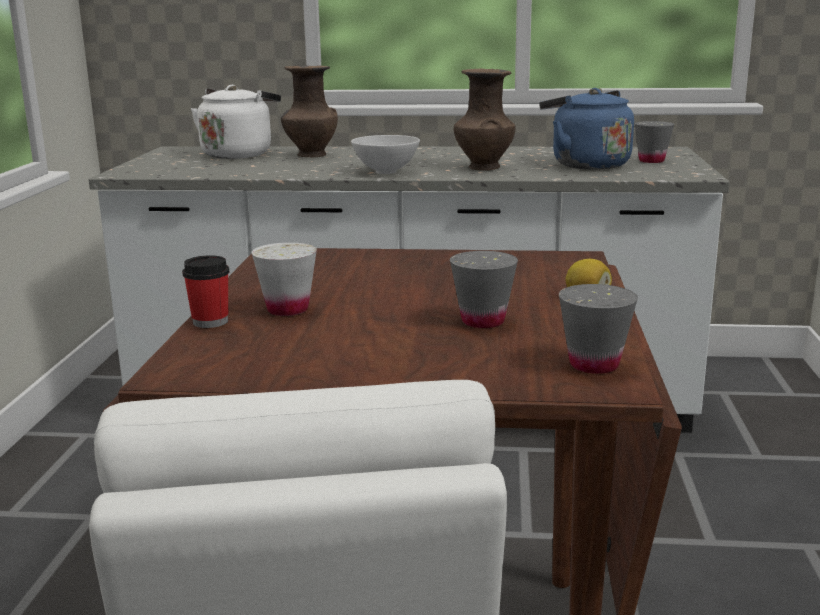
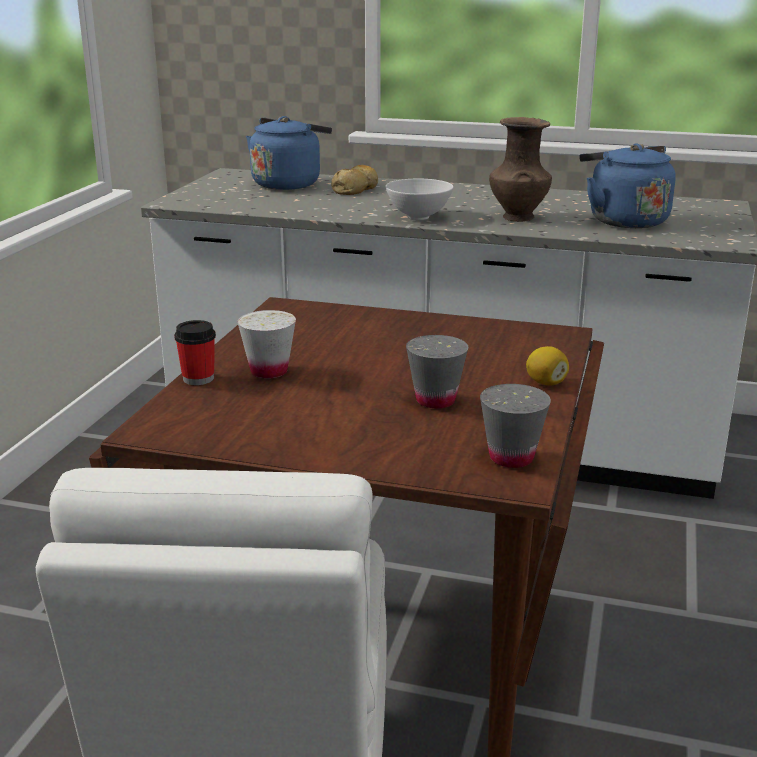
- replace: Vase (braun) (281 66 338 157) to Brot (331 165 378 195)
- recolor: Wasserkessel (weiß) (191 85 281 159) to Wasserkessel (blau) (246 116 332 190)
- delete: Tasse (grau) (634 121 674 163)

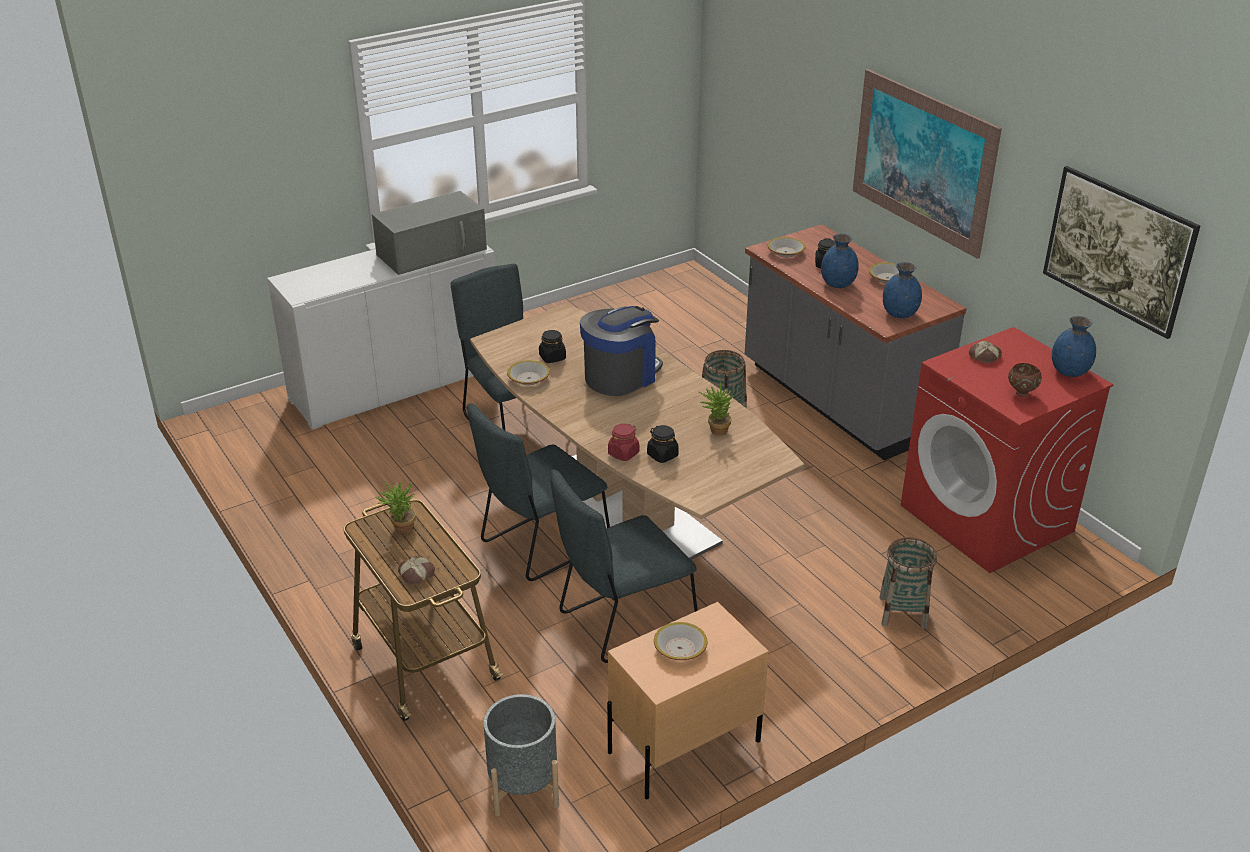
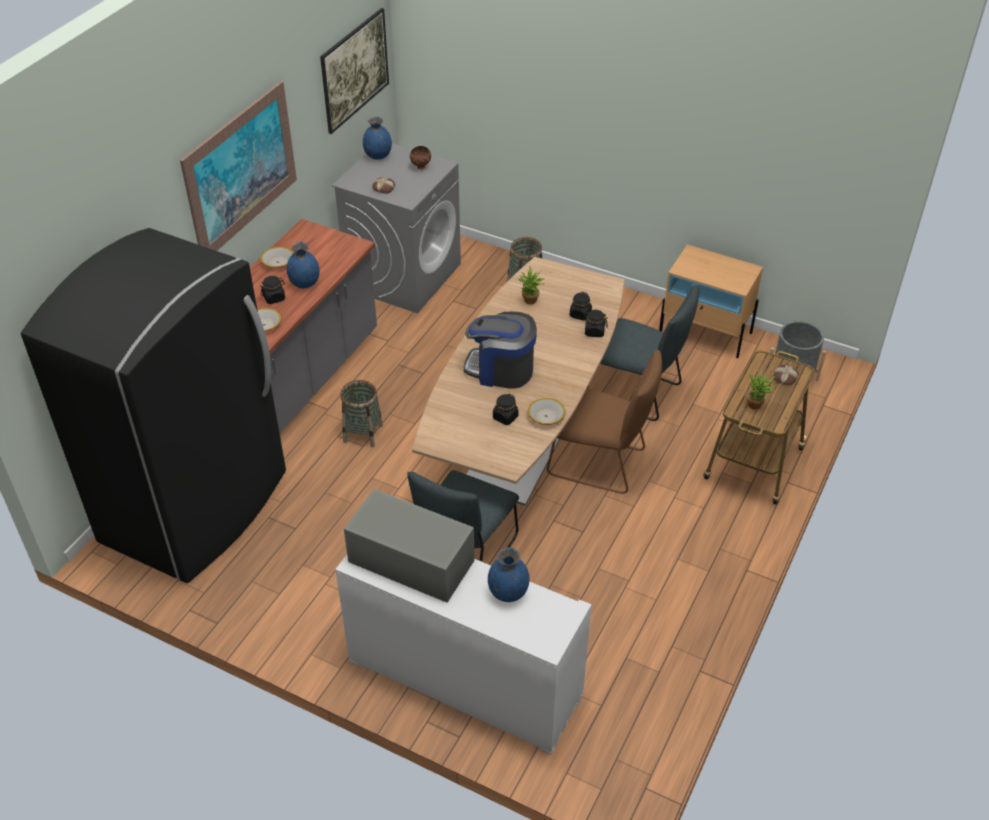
- move: Vase (blau) (883 262 922 318) to (488 548 529 602)
- recolor: Waschmaschine (rot) (901 327 1113 573) to Waschmaschine (grau) (332 143 461 313)
- recolor: Stuhl (grau) (467 403 610 581) to Stuhl (braun) (546 350 662 494)
- recolor: Vorratsglas (rot) (608 424 639 461) to Vorratsglas (schwarz) (583 310 608 337)
- delete: Schüssel (654 622 707 660)
- insert: Kühlschrank (schwarz) (21 228 286 583)

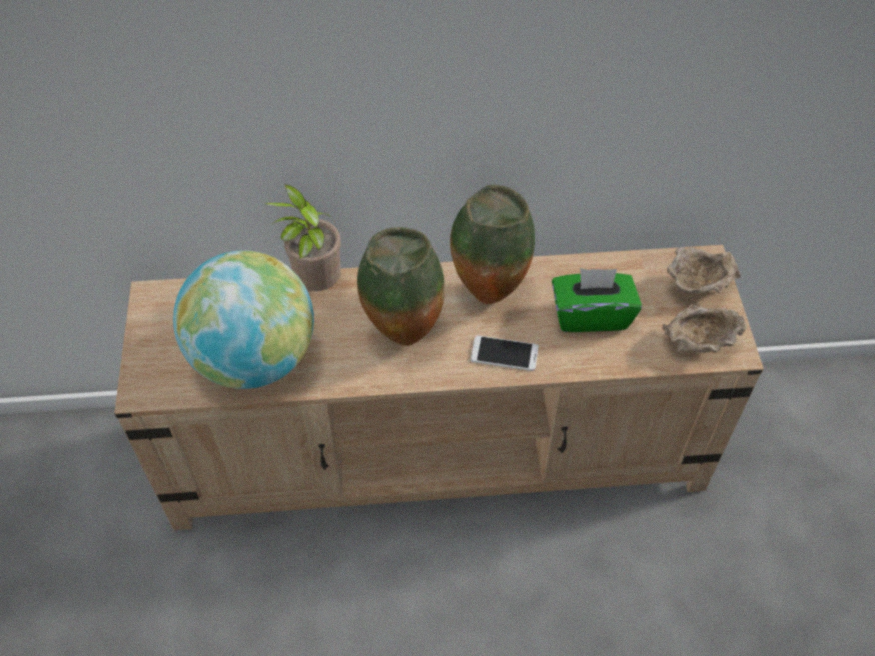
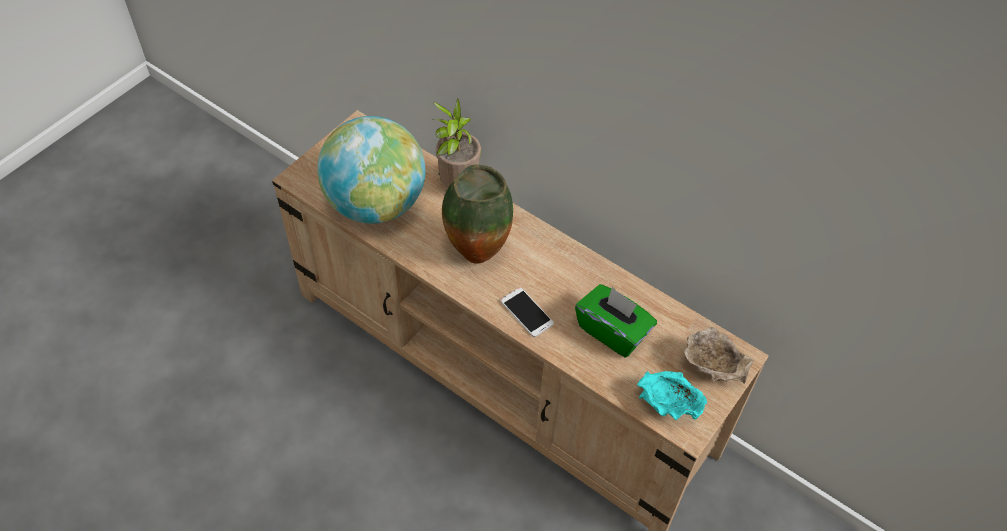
- delete: Vase (450 185 535 304)
- recolor: Schüssel (beige) (662 304 747 353) to Schüssel (türkis) (637 371 707 420)

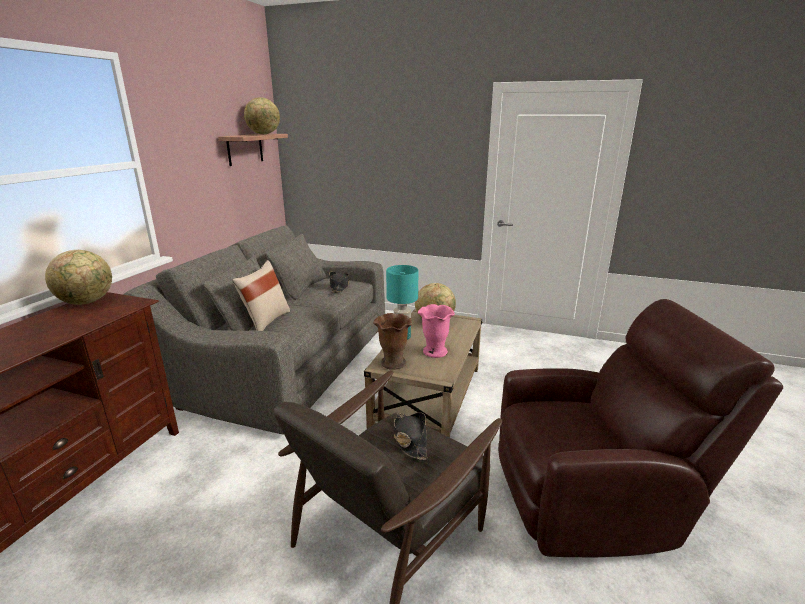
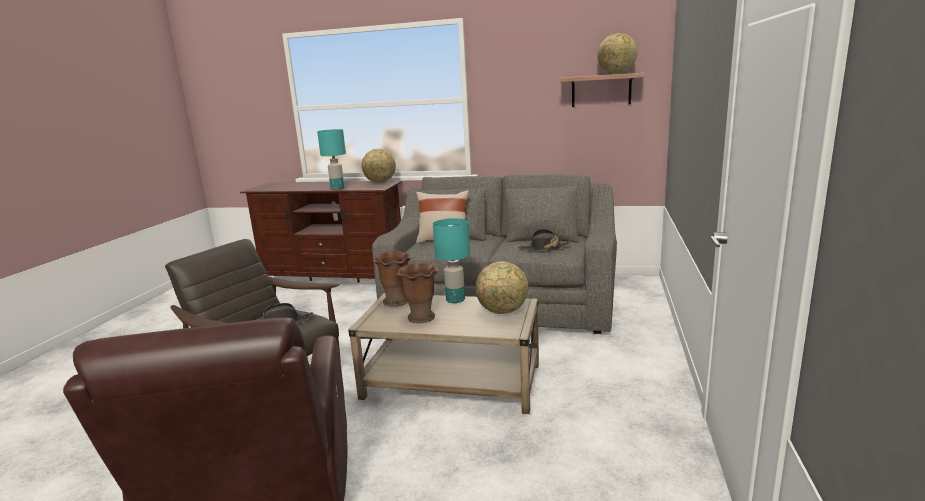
- recolor: Vase (rosa) (418 304 455 358) to Vase (braun) (397 263 439 323)
- insert: Tischlampe (türkis) (317 129 346 190)

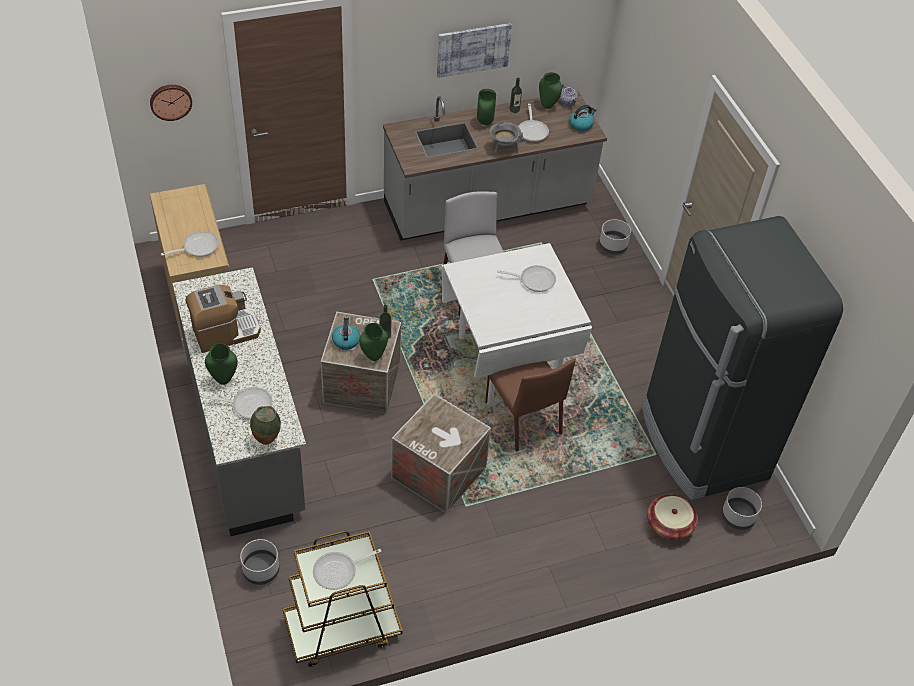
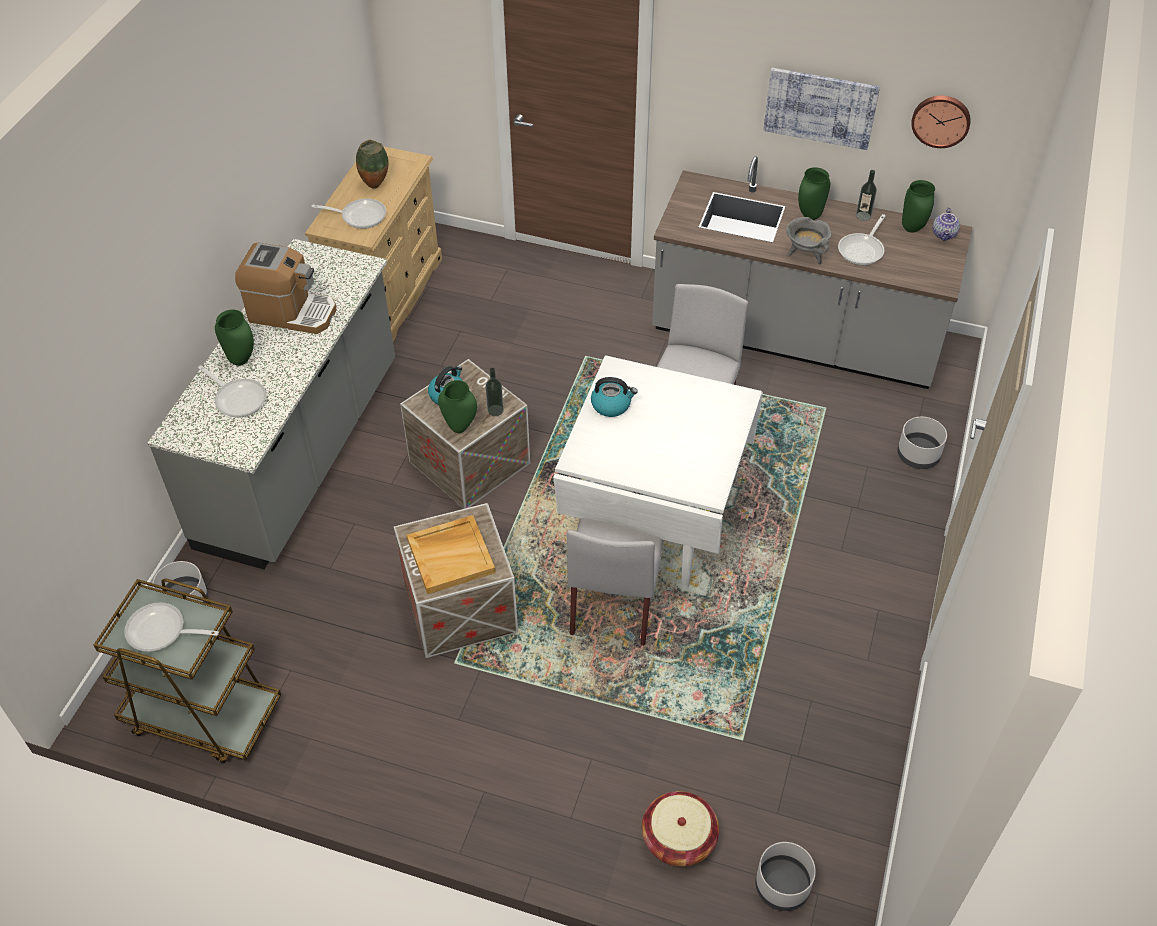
- move: Wanduhr (150 85 192 121) to (911 96 971 148)
- move: Wasserkessel (569 105 596 131) to (591 377 638 417)
- delete: Kühlschrank (schwarz) (642 216 843 500)
- delete: Pfanne (497 265 556 292)
- recolor: Stuhl (braun) (485 359 576 451) to Stuhl (grau) (567 518 664 646)
- move: Vase (250 406 281 445) to (356 140 389 189)
- insert: Tablett (beige) (407 515 496 594)

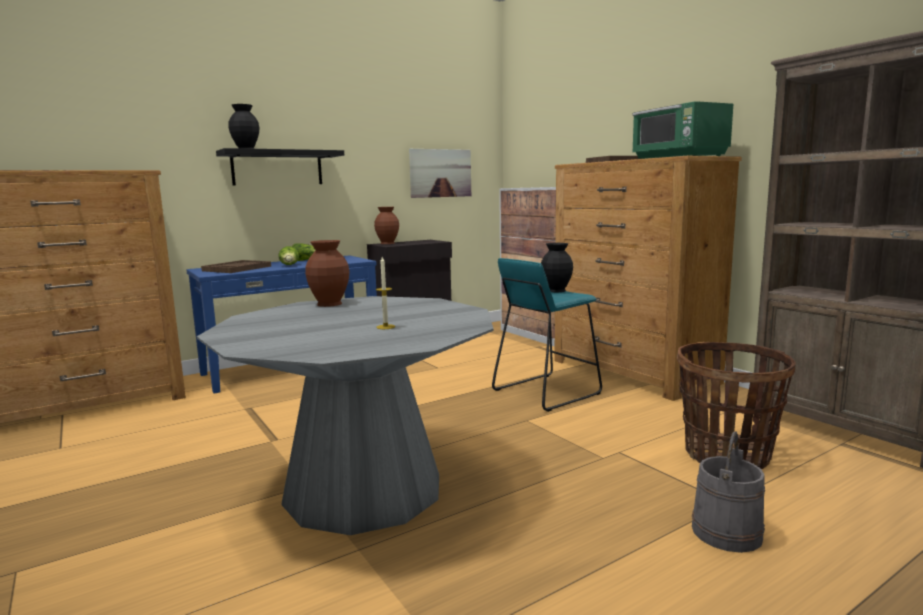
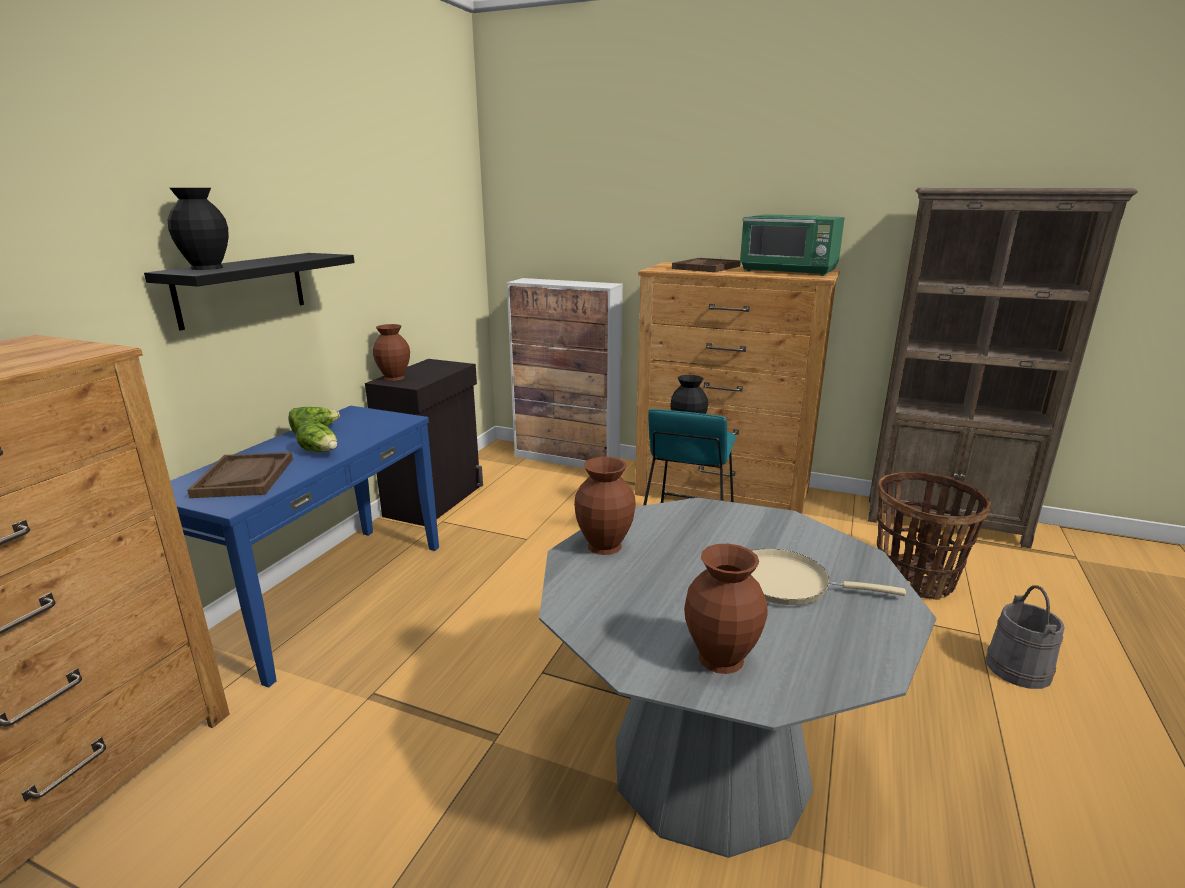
- delete: Bild (409 149 471 198)
- replace: Kerze (376 257 395 329) to Pfanne (beige) (751 549 906 605)
- insert: Vase (braun) (684 544 768 674)

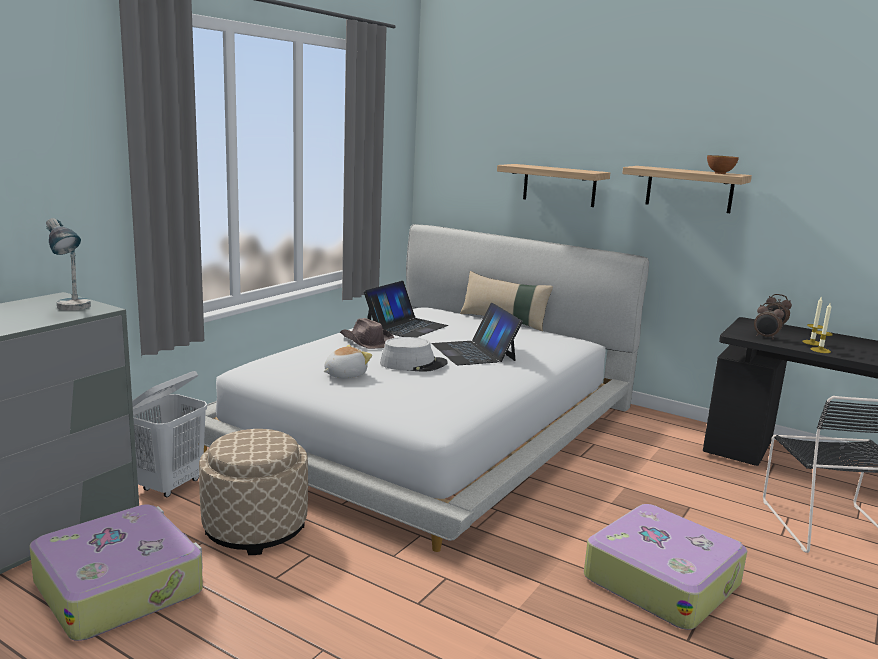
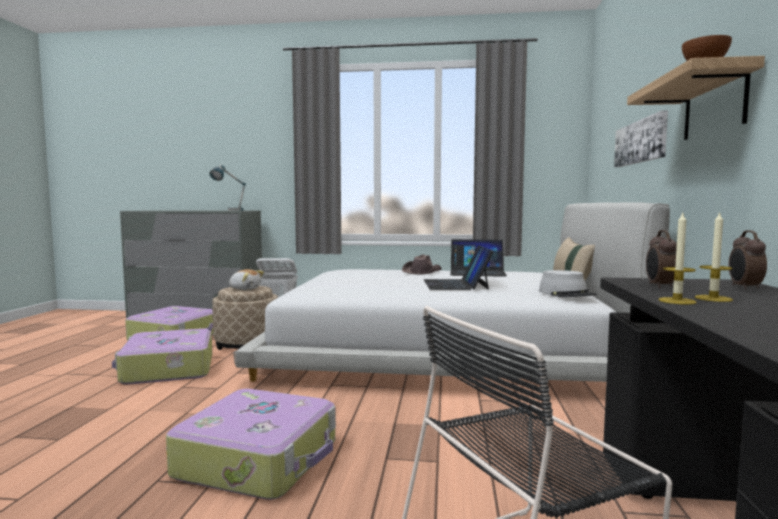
- replace: Wandregal (497 164 610 207) to Bild (614 110 668 167)
- rotate: Laptop (431 303 523 365) = (424 245 494 290) 45 degrees counterclockwise
- move: Hut (grau) (380 337 448 372) to (539 270 597 298)
- move: Plüschtier (323 345 372 378) to (229 269 264 290)
- insert: Koffer (112 328 212 385)

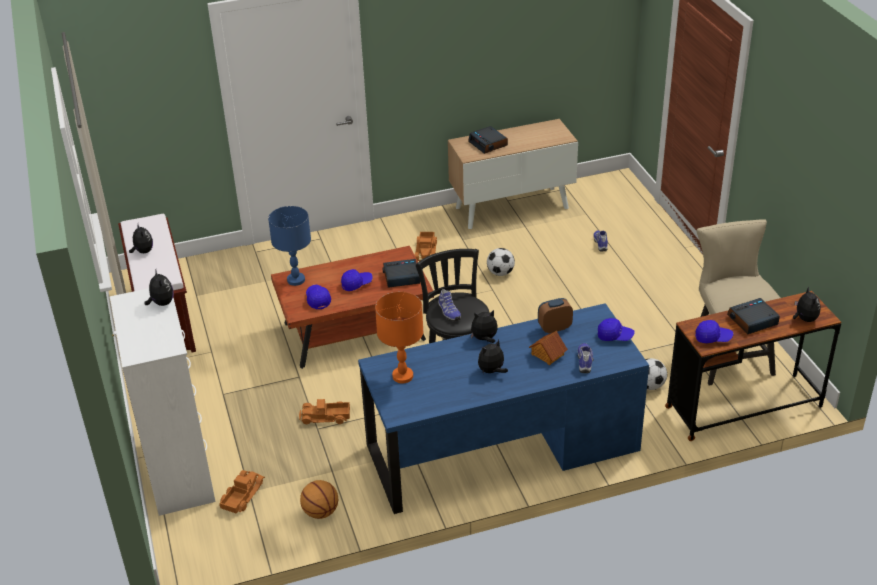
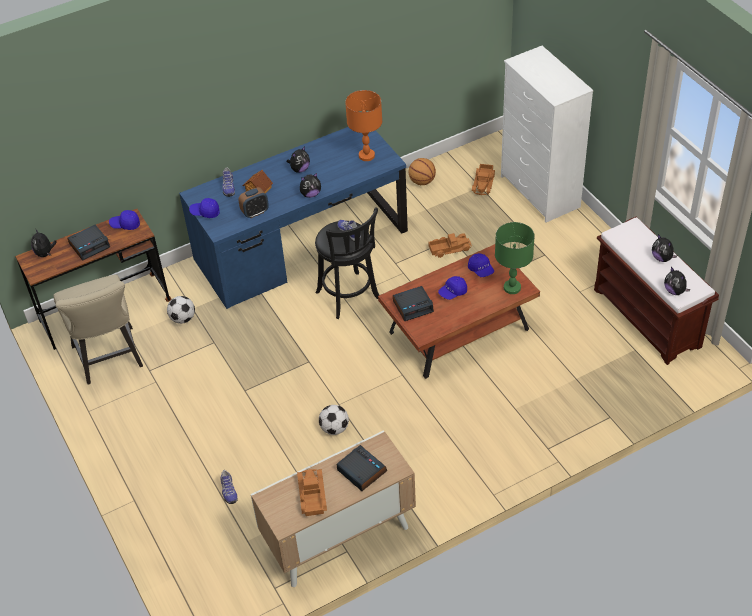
- recolor: Tischlampe (blau) (268 206 311 286) to Tischlampe (grün) (495 222 535 294)
- move: Spielzeuglaster (415 232 437 261) to (297 469 327 516)
- move: Plüschtier (144 271 174 306) to (664 267 690 295)

